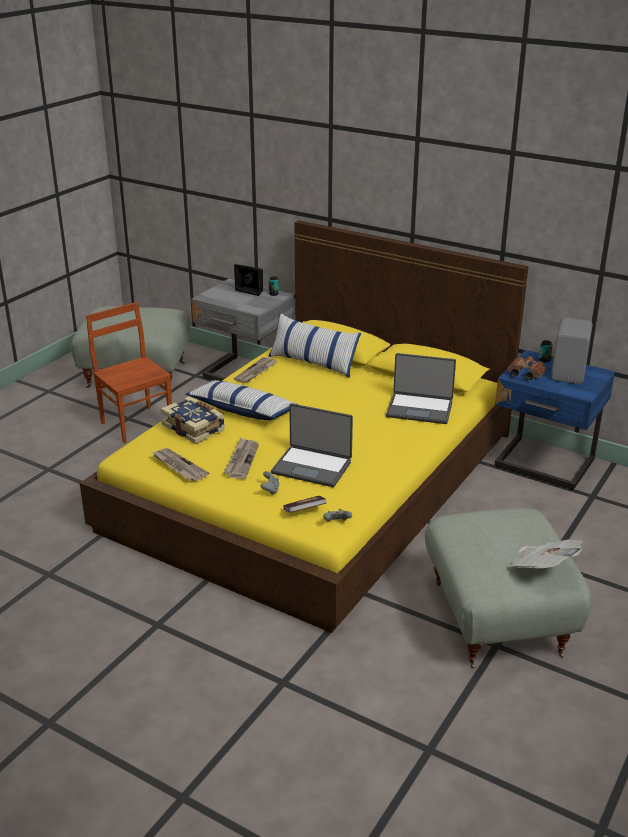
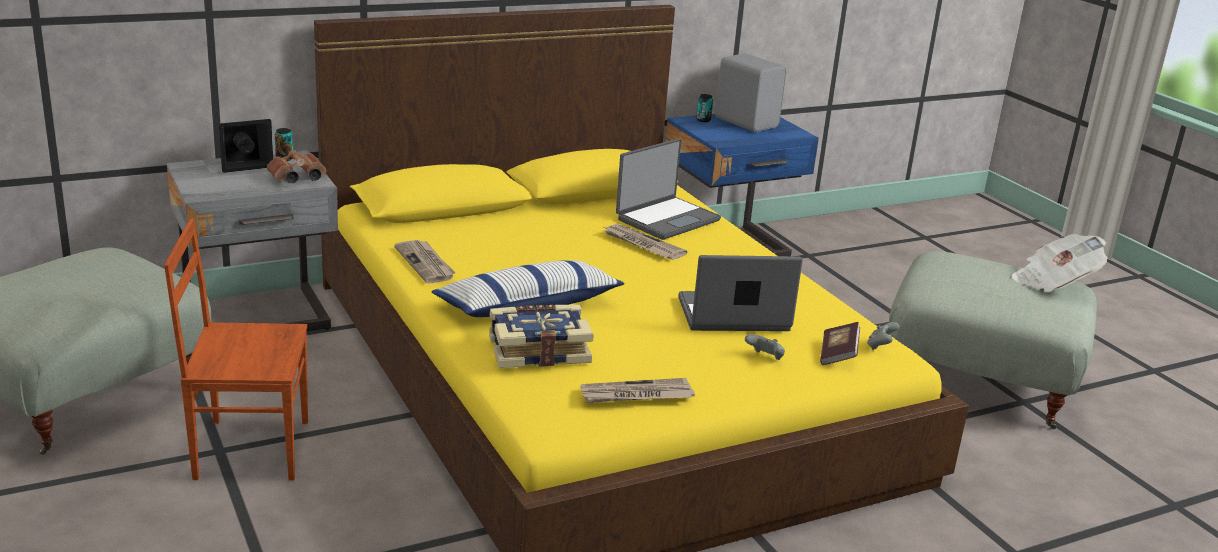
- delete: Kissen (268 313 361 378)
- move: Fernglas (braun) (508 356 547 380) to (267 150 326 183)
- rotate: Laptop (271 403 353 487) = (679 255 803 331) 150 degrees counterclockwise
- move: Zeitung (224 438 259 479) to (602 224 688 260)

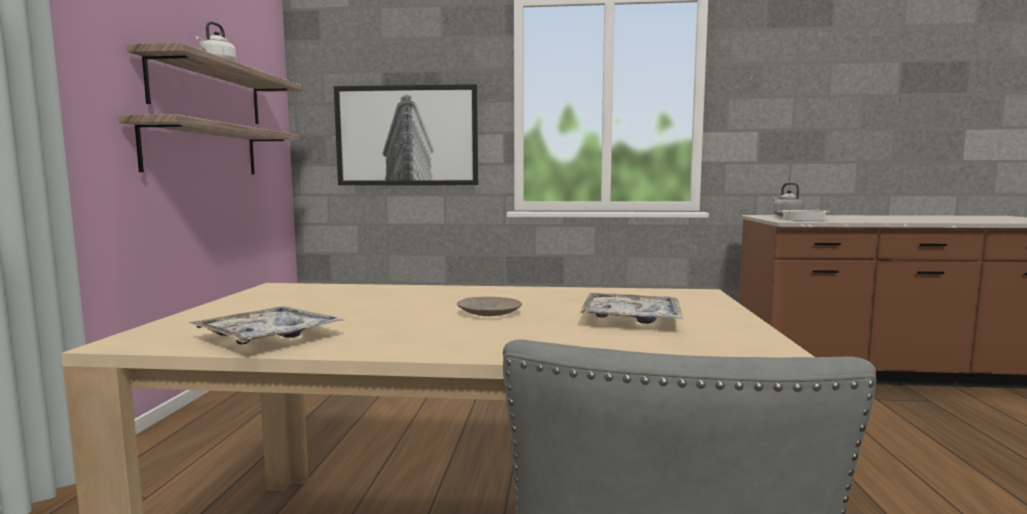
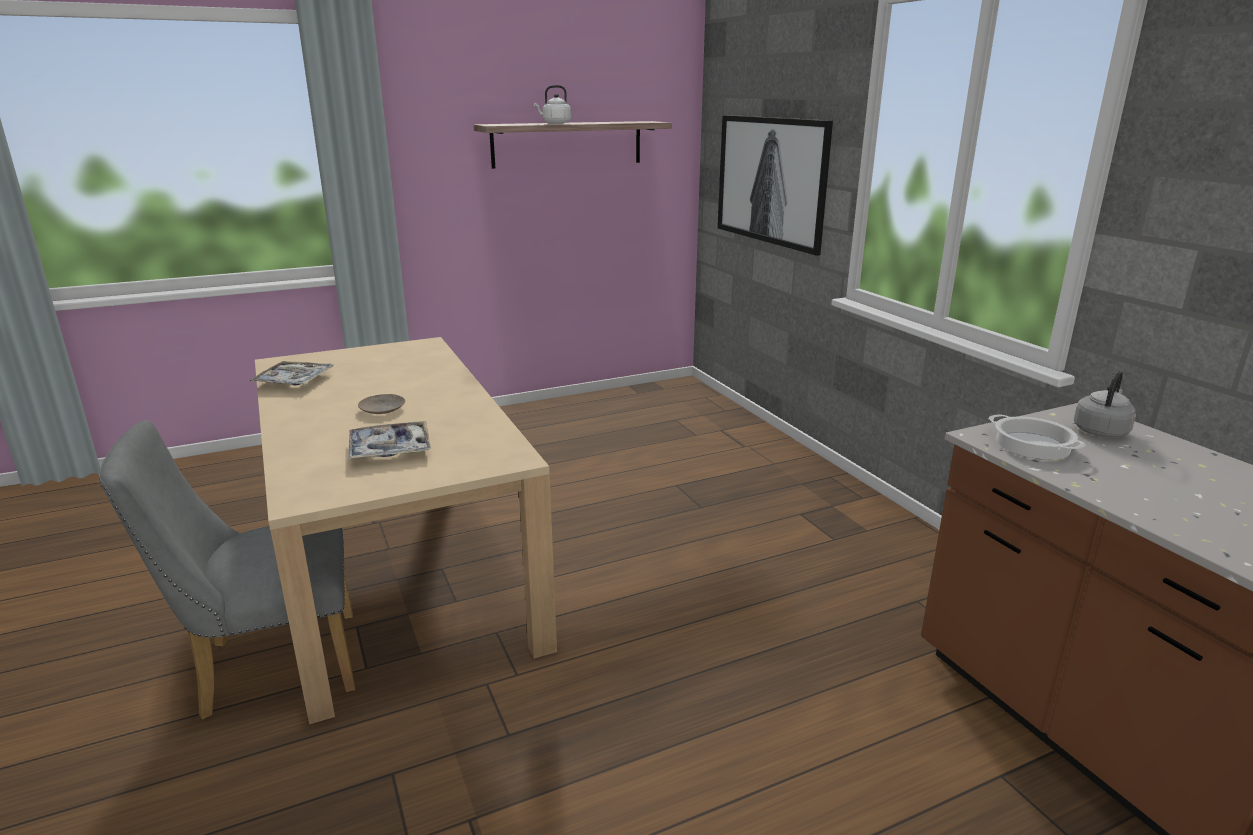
- delete: Wandregal (119 114 299 174)

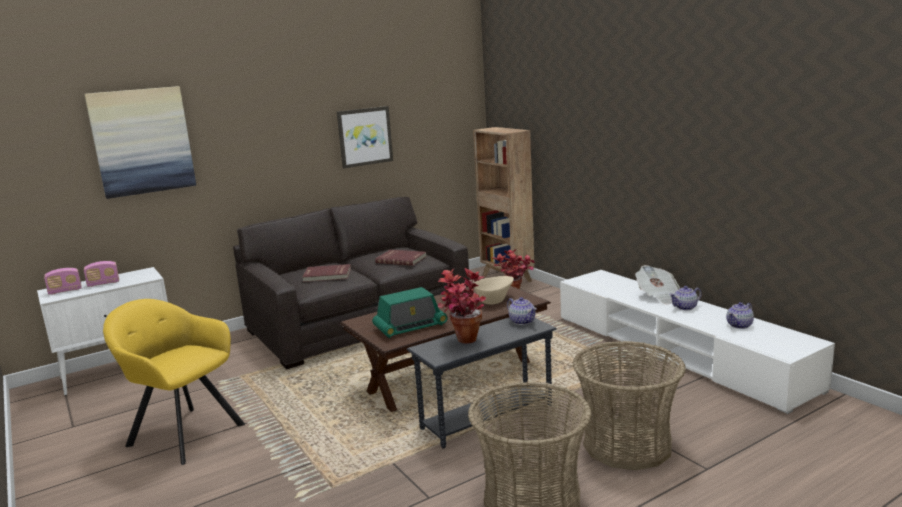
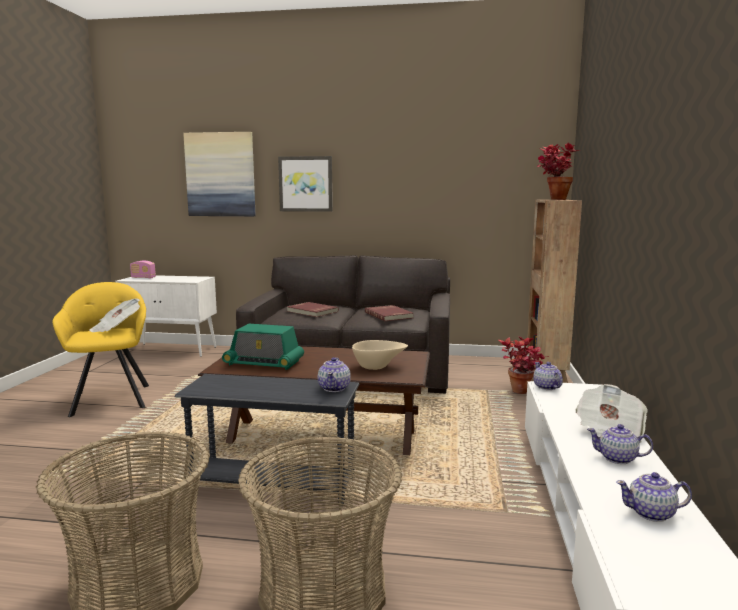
- move: Bild (337 106 393 168) to (278 156 333 212)
- delete: Radio (84 261 119 287)
- move: Topfpflanze (437 268 486 344) to (537 143 580 200)
- insert: Zeitung (89 298 140 332)
- insert: Teekanne (533 362 563 390)

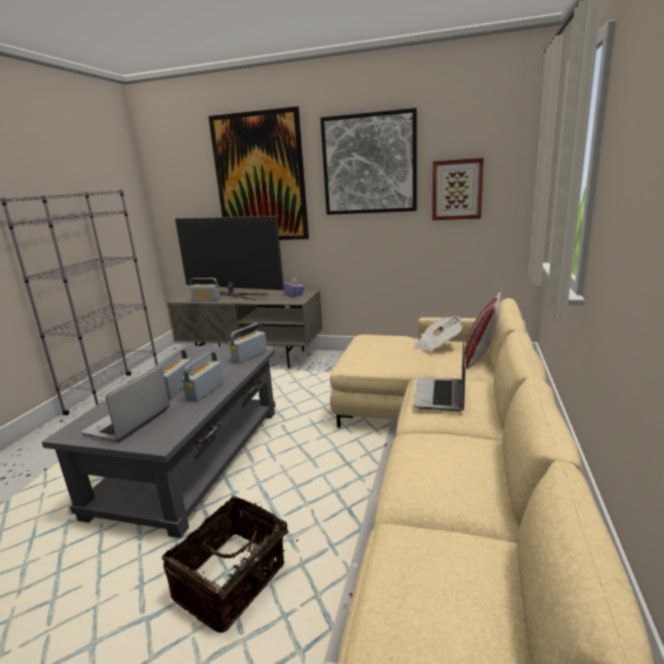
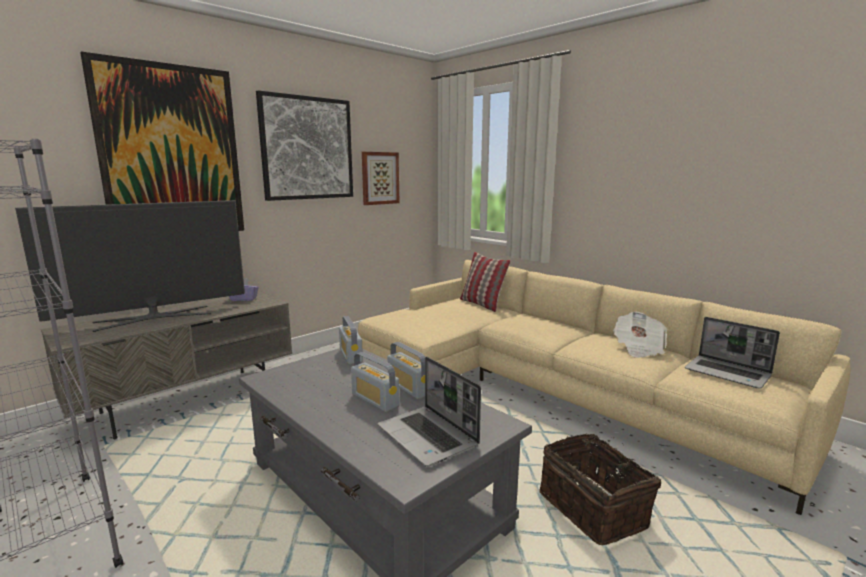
- delete: Radio (190 278 221 301)
- move: Zeitung (412 316 462 352) to (613 312 667 358)
- move: Laptop (414 341 466 412) to (685 317 780 389)

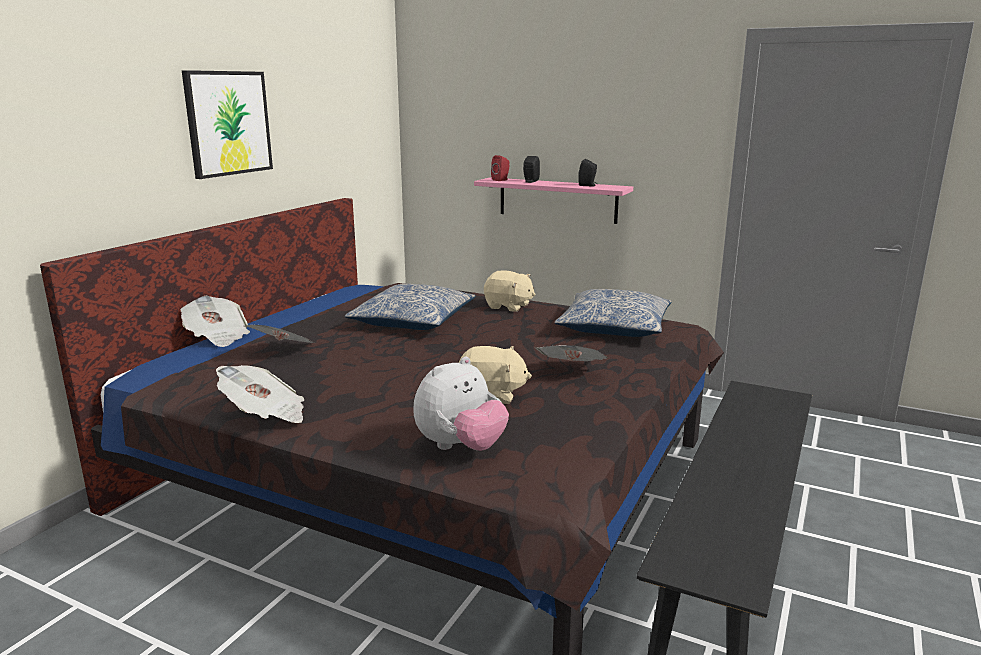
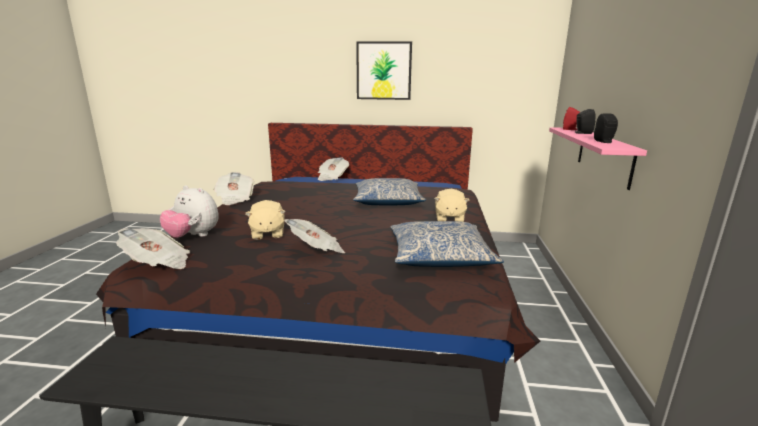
- move: Zeitung (245 325 313 343) to (116 228 190 269)

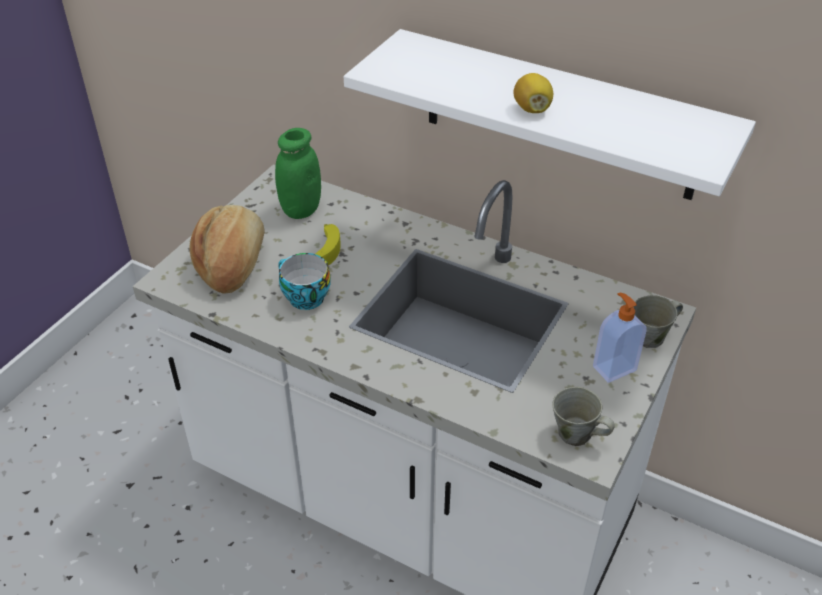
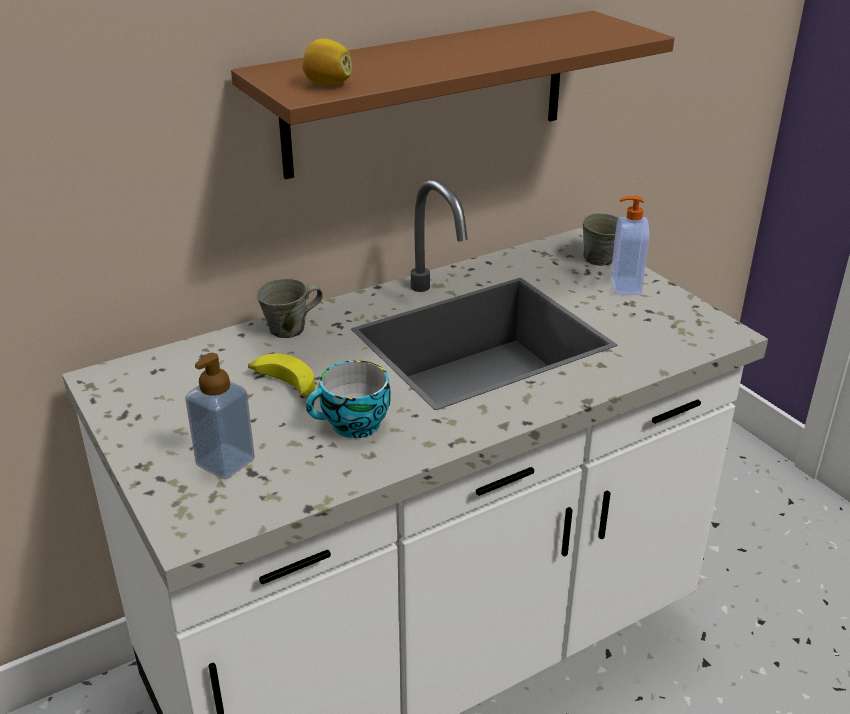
- recolor: Wandregal (weiß) (344 29 756 200) to Wandregal (braun) (231 11 674 179)
- move: Zitrone (513 73 553 113) to (302 38 352 85)
- delete: Vorratsglas (grün) (275 128 321 219)
- replace: Brot (189 205 265 294) to Seifenspender (185 353 255 479)
- move: Henkelbecher (grau) (553 387 615 446) to (257 278 323 338)

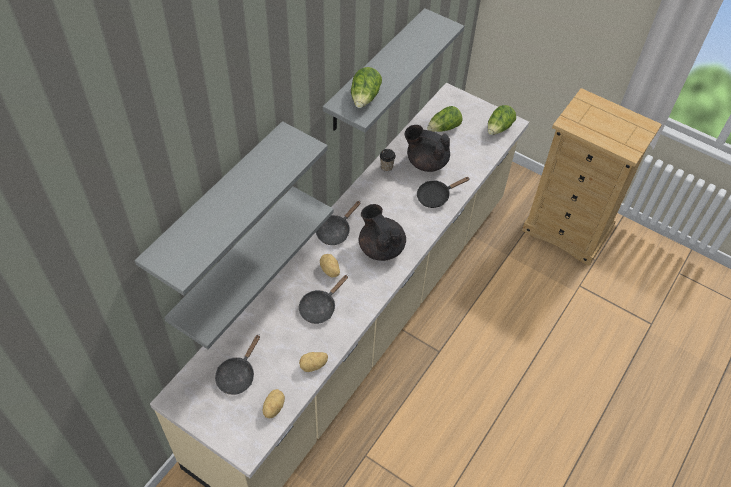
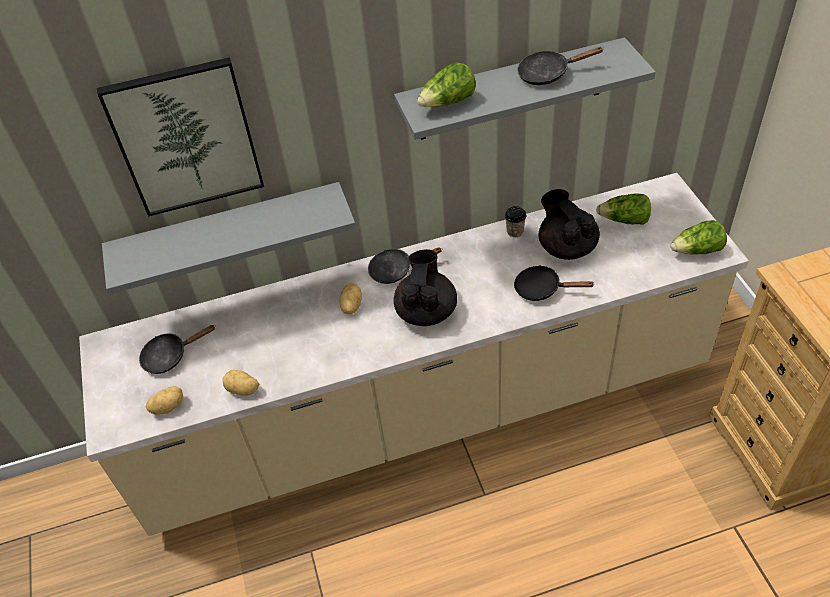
- replace: Wandregal (grau) (135 121 328 296) to Bild (97 57 264 217)
- move: Pfanne (schwarz) (299 275 348 324) to (517 47 603 85)

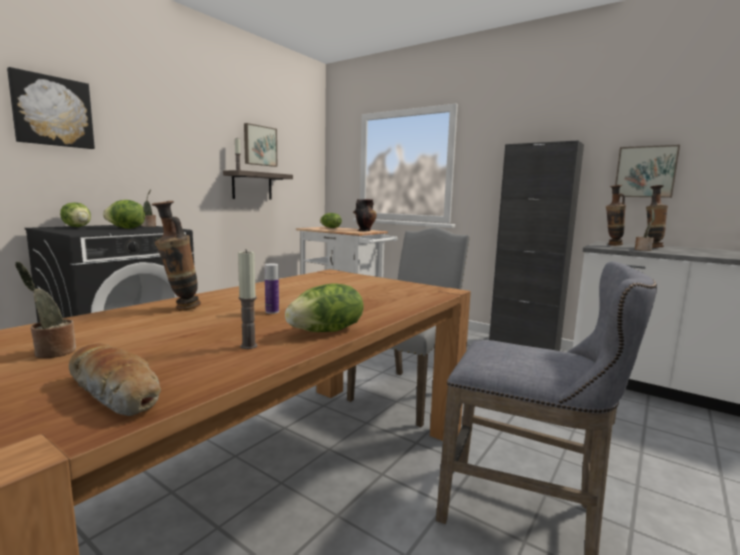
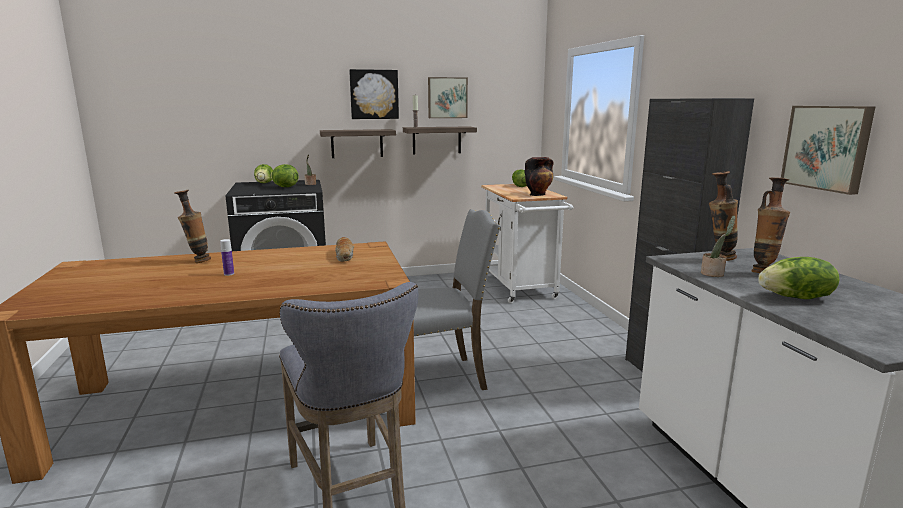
- move: Bild (7 67 95 149) to (349 69 399 119)
- delete: Kerze (238 249 257 349)
- delete: Topfpflanze (15 261 76 358)
- move: Salatkopf (285 284 363 332) to (758 257 839 299)
- move: Brot (69 343 161 416) to (336 237 354 262)
- insert: Wandregal (320 129 396 158)

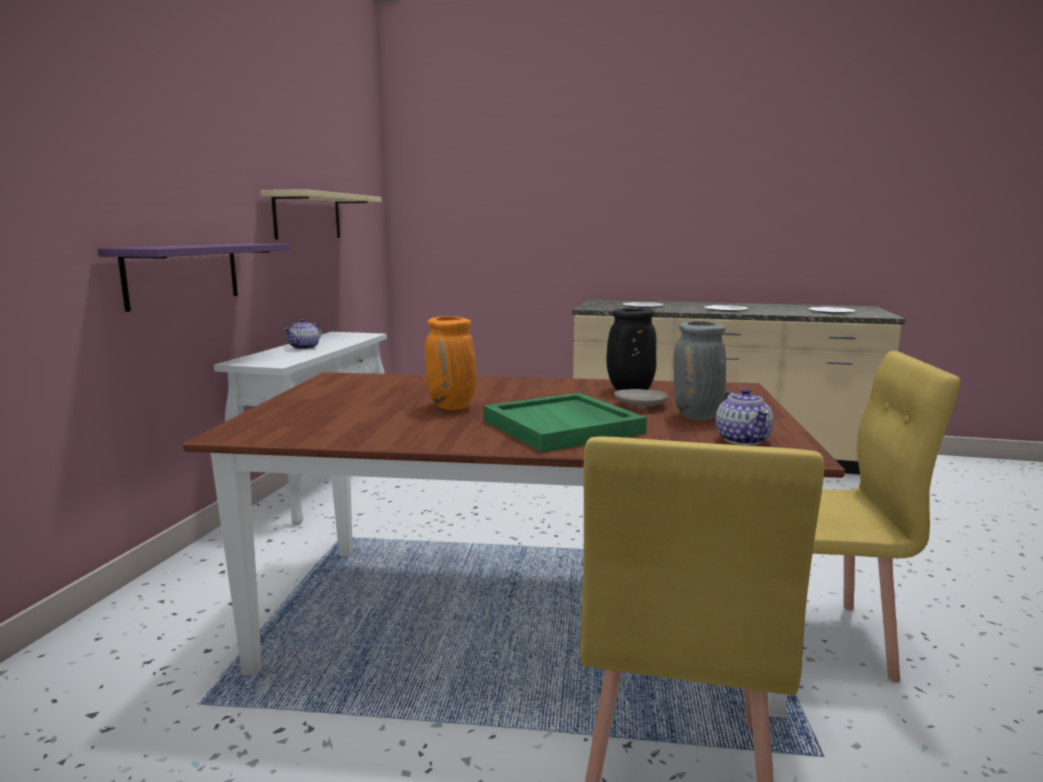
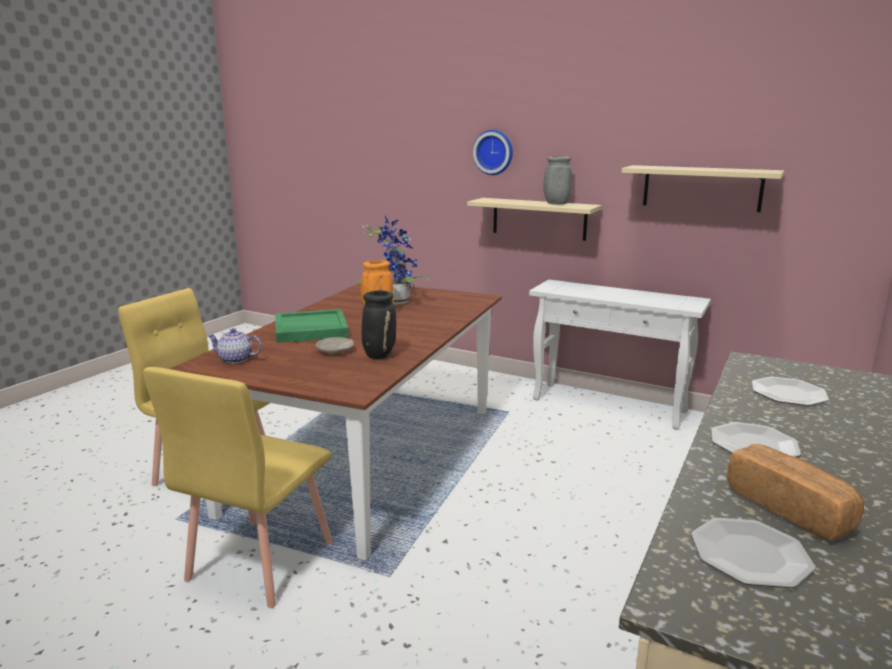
- recolor: Wandregal (lila) (97 244 290 312) to Wandregal (beige) (467 198 602 241)
- delete: Teekanne (284 319 322 350)
- move: Vase (grau) (673 321 726 420) to (543 157 572 205)
- insert: Wanduhr (473 130 513 175)
- insert: Topfpflanze (356 216 431 305)
- insert: Brot (727 444 864 540)

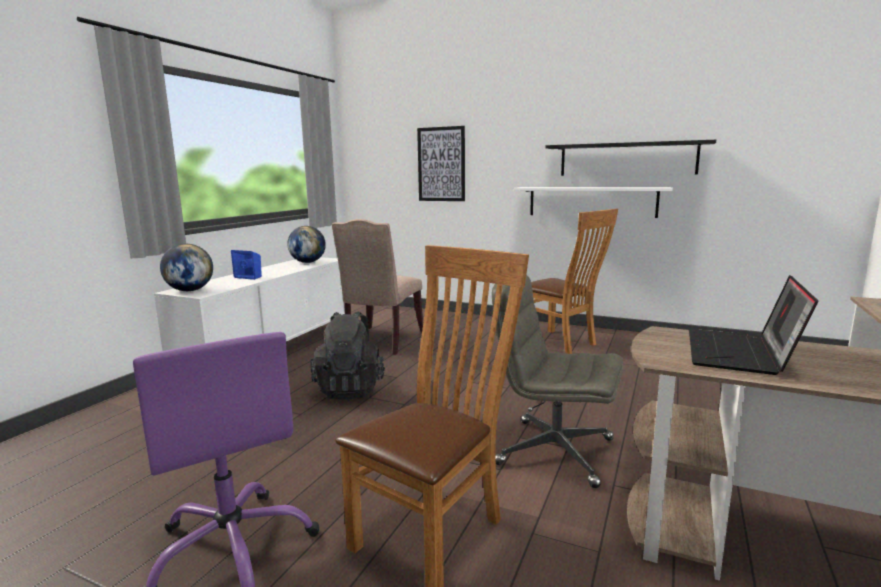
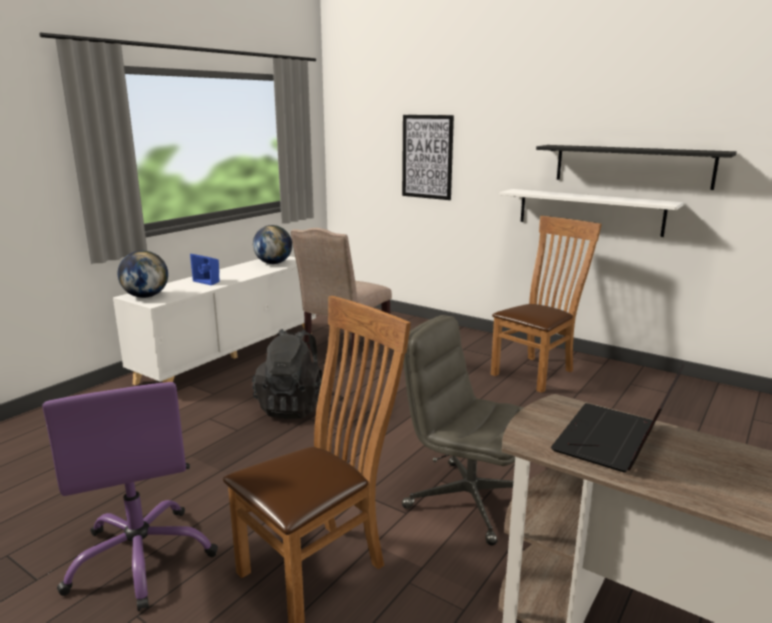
- rotate: Stuhl (braun) (531 209 618 354) = (491 216 602 393) 105 degrees counterclockwise

